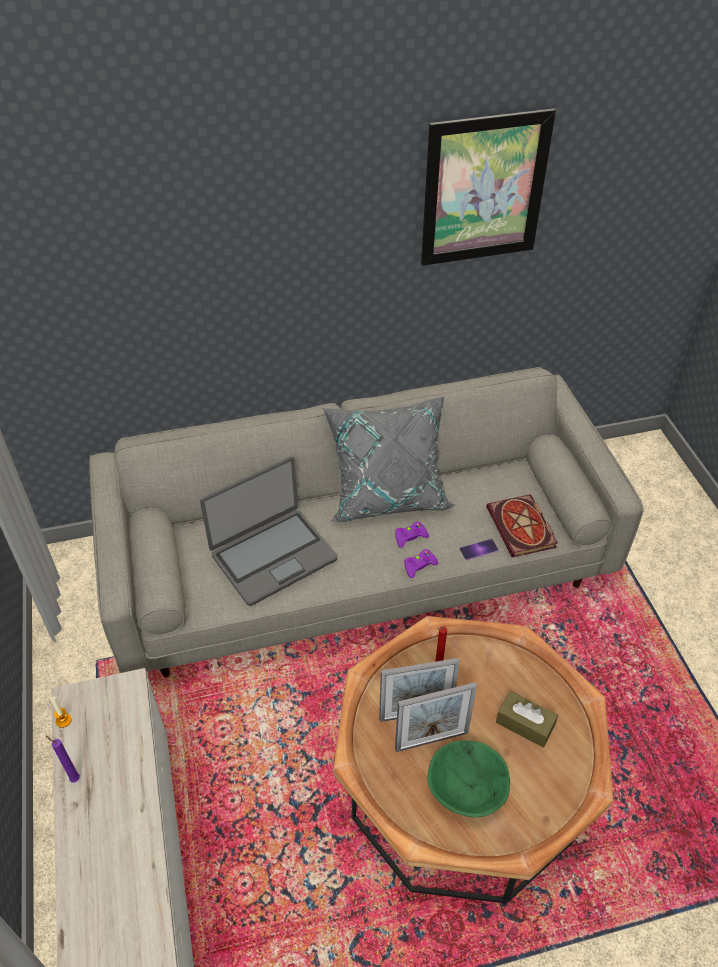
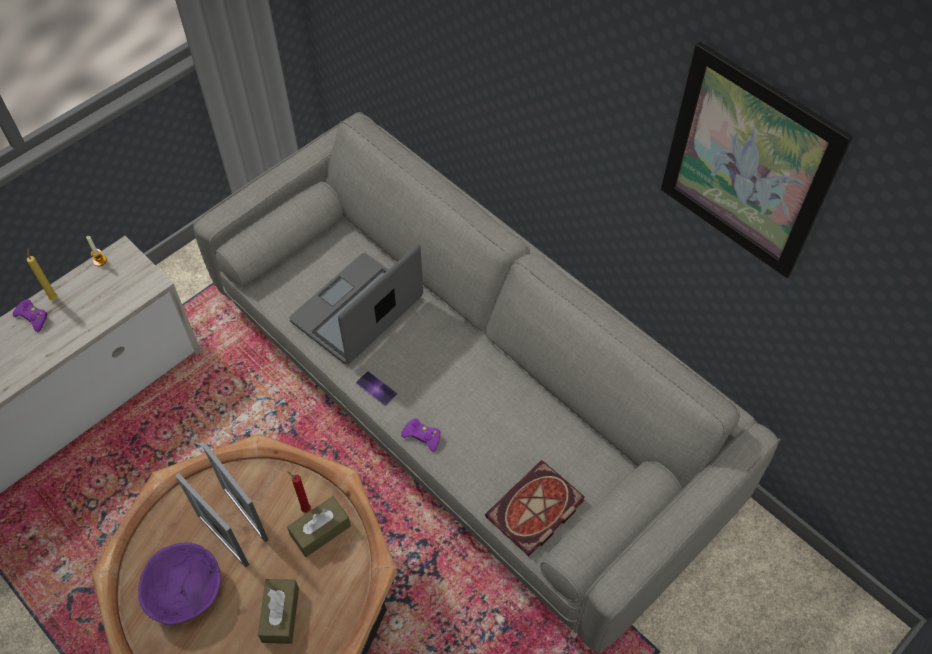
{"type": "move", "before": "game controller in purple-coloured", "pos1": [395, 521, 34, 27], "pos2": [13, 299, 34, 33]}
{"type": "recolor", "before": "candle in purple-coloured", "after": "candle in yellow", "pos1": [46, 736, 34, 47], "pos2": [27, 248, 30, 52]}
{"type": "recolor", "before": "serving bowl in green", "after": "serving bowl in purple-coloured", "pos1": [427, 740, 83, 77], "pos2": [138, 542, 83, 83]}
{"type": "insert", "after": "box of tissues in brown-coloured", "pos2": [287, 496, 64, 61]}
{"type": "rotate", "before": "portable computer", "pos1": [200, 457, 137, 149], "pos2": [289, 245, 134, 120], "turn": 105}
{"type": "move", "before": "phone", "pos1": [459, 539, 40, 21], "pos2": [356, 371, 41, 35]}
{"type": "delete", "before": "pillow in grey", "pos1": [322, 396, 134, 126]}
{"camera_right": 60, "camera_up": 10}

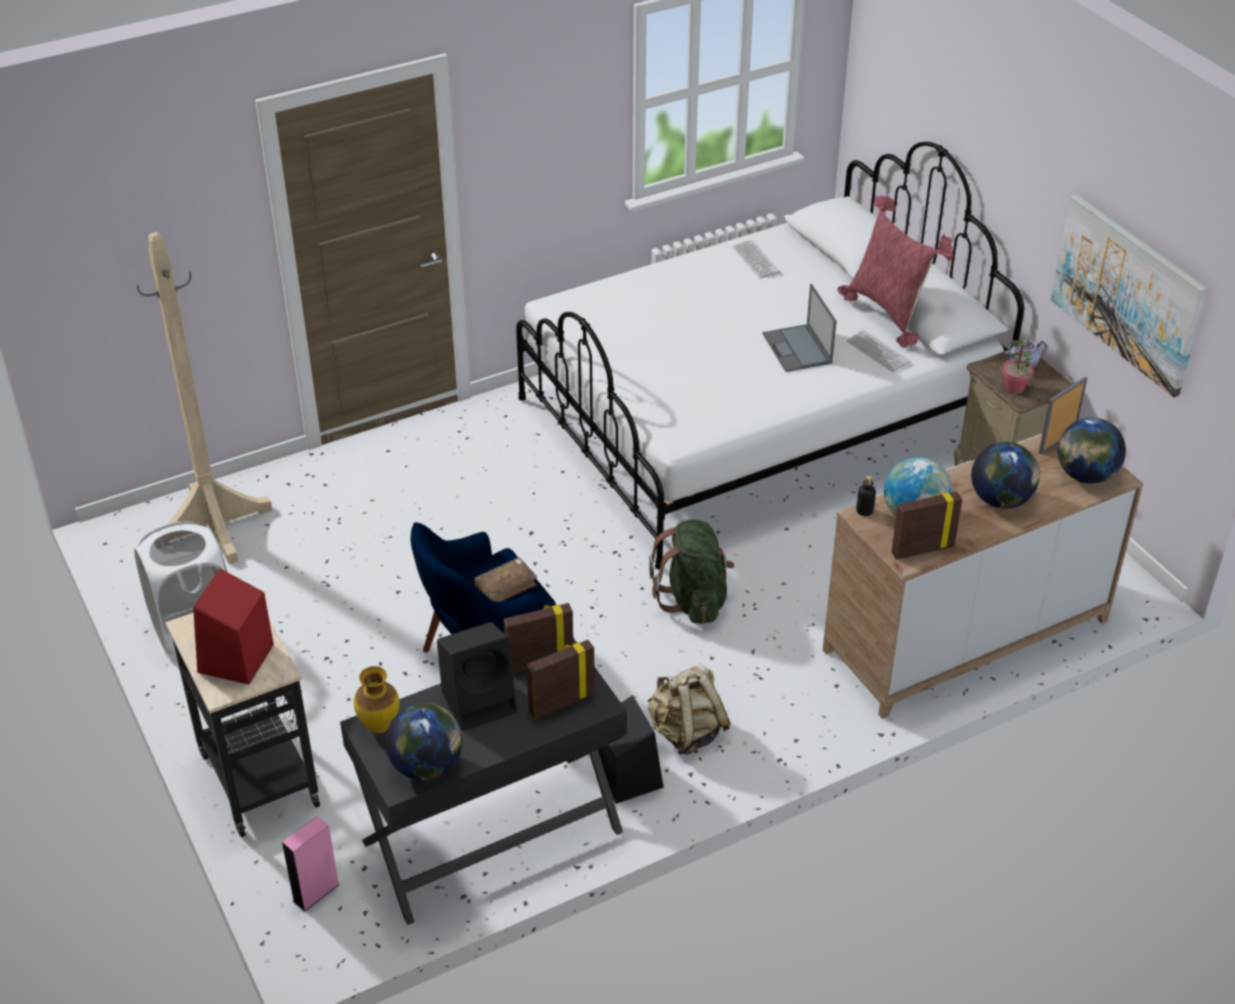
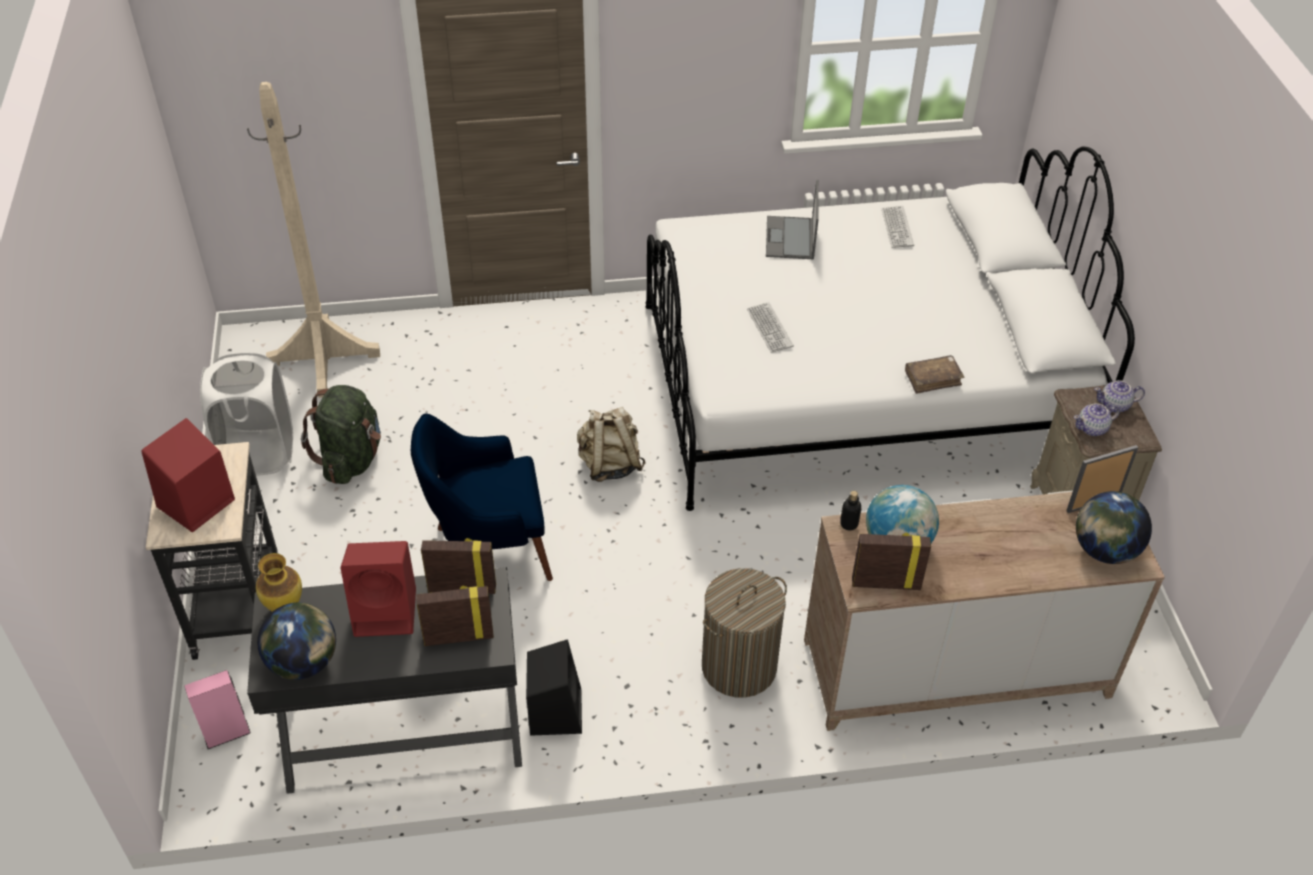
{"type": "move", "before": "rucksack in green", "pos1": [649, 520, 85, 104], "pos2": [301, 385, 80, 99]}
{"type": "recolor", "before": "speaker in black-coloured", "after": "speaker in red", "pos1": [437, 622, 80, 109], "pos2": [340, 541, 76, 96]}
{"type": "move", "before": "rucksack in beige-coloured", "pos1": [647, 663, 84, 92], "pos2": [577, 407, 68, 75]}
{"type": "insert", "after": "laundry basket", "pos2": [702, 568, 85, 130]}
{"type": "move", "before": "keyboard", "pos1": [846, 330, 64, 42], "pos2": [747, 302, 47, 51]}
{"type": "move", "before": "portable computer", "pos1": [762, 284, 75, 88], "pos2": [766, 180, 53, 79]}
{"type": "move", "before": "bound book in brown-coloured", "pos1": [474, 557, 63, 45], "pos2": [905, 355, 60, 39]}
{"type": "replace", "before": "houseplant", "after": "tea pot", "pos1": [1002, 339, 32, 55], "pos2": [1074, 403, 46, 33]}
{"type": "delete", "before": "pillow in red", "pos1": [837, 195, 117, 154]}
{"type": "delete", "before": "desk globe", "pos1": [971, 442, 69, 67]}
{"type": "delete", "before": "wall art", "pos1": [1051, 194, 156, 203]}
{"camera_right": 20, "camera_up": 5}

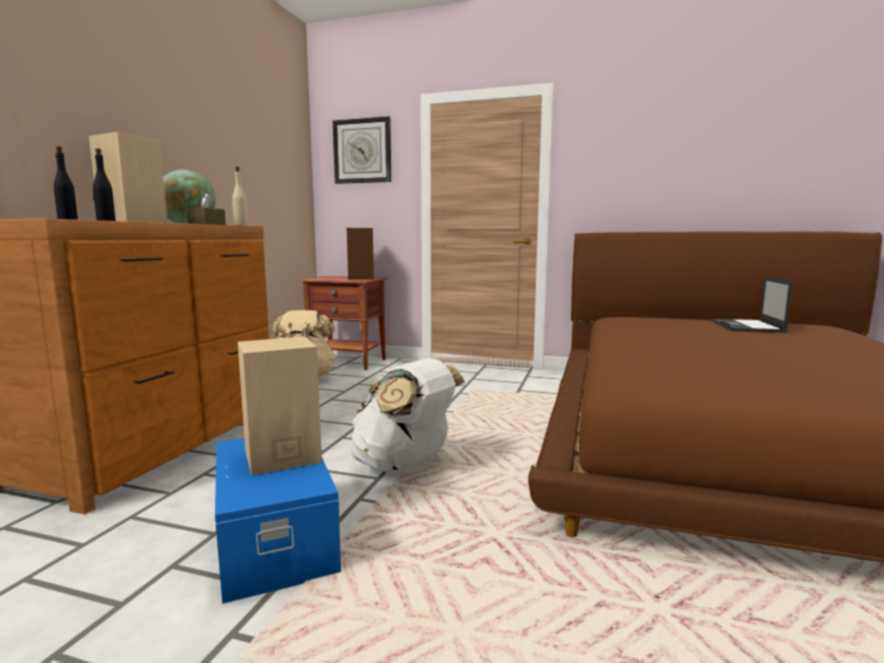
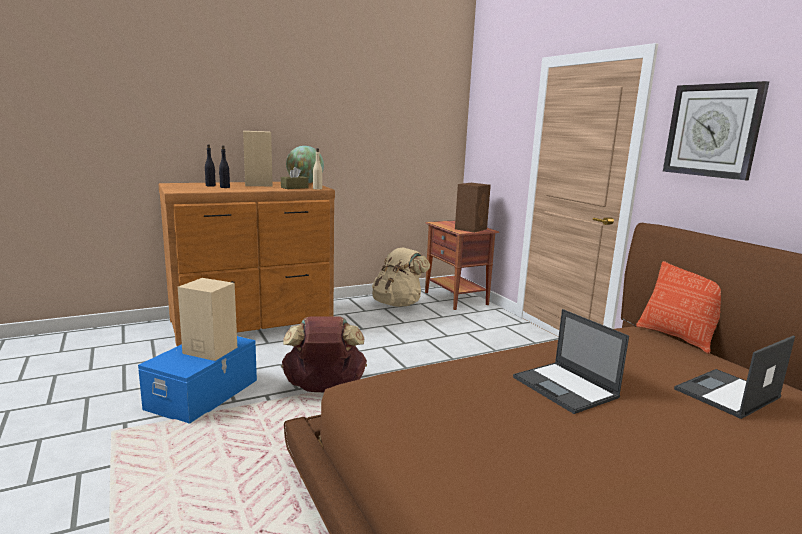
{"type": "recolor", "before": "rucksack in whitish", "after": "rucksack in brown-coloured", "pos1": [351, 358, 114, 115], "pos2": [281, 317, 86, 75]}
{"type": "insert", "after": "portable computer", "pos2": [513, 309, 116, 105]}
{"type": "insert", "after": "pillow in orange-coloured", "pos2": [636, 261, 85, 93]}
{"type": "move", "before": "clock on the wall", "pos1": [333, 116, 58, 68], "pos2": [663, 81, 106, 99]}
{"camera_right": 45, "camera_up": 5}

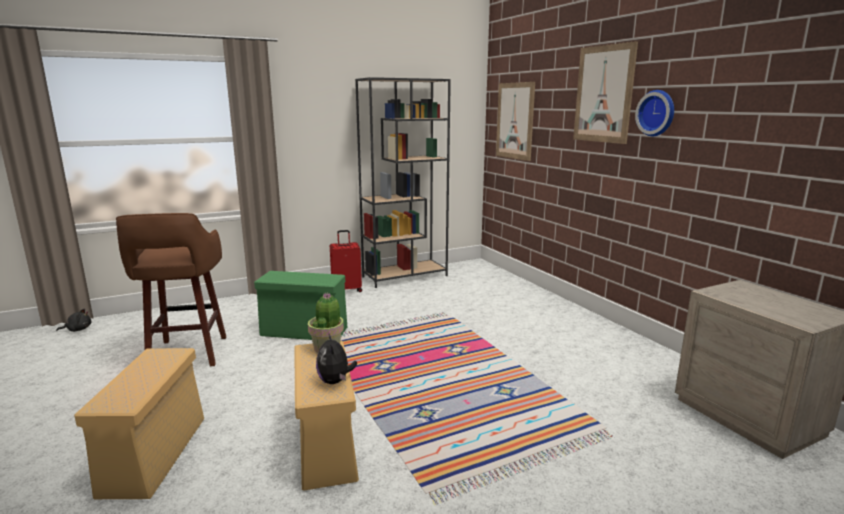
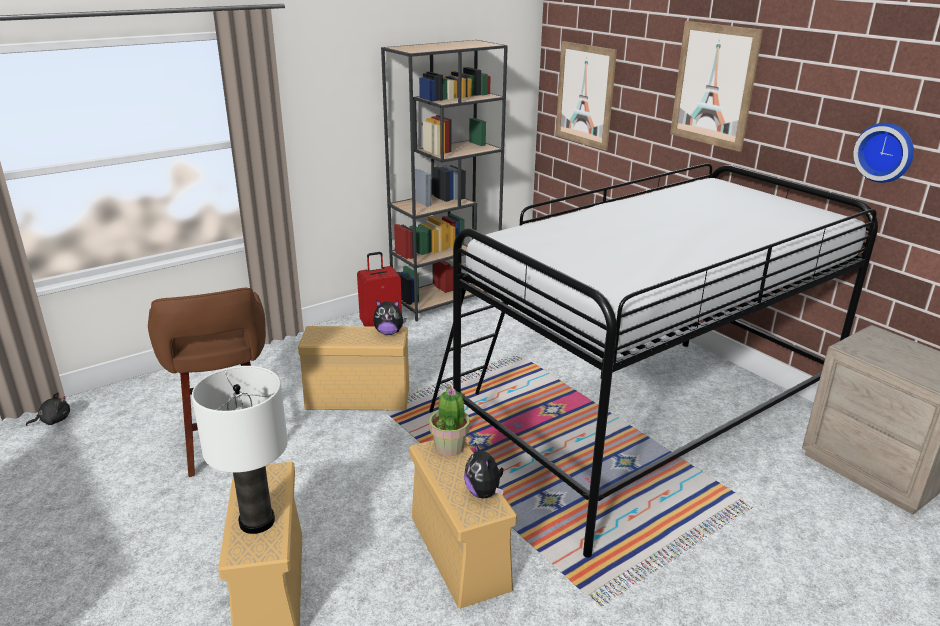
{"type": "insert", "after": "lamp for a table in whitish", "pos2": [192, 366, 96, 168]}
{"type": "recolor", "before": "storage box in green", "after": "storage box in beige-coloured", "pos1": [254, 271, 93, 69], "pos2": [298, 326, 111, 84]}
{"type": "insert", "after": "plush toy", "pos2": [373, 300, 33, 35]}
{"type": "insert", "after": "sleeping bed in black-coloured", "pos2": [429, 164, 449, 394]}
{"type": "move", "before": "clock on the wall", "pos1": [635, 90, 39, 46], "pos2": [853, 123, 61, 60]}
{"camera_right": -10, "camera_up": 10}

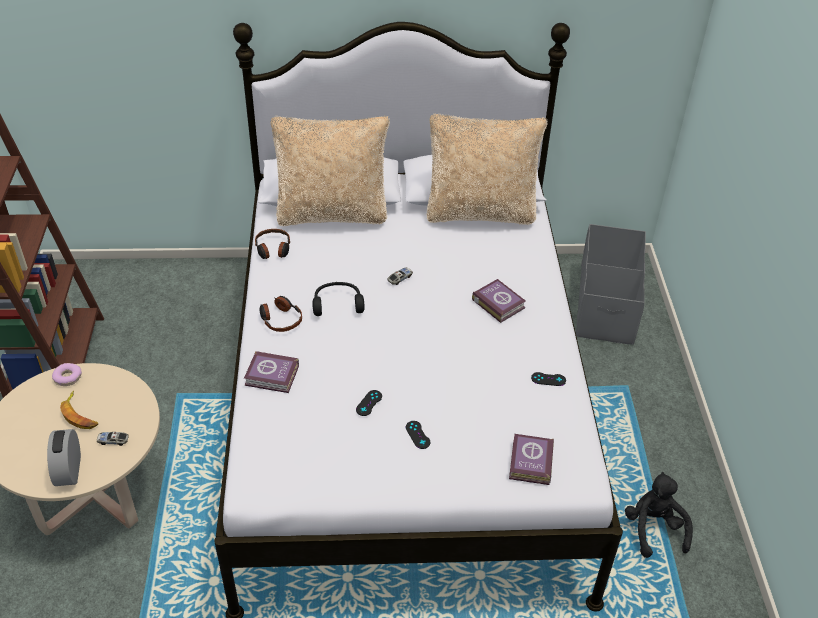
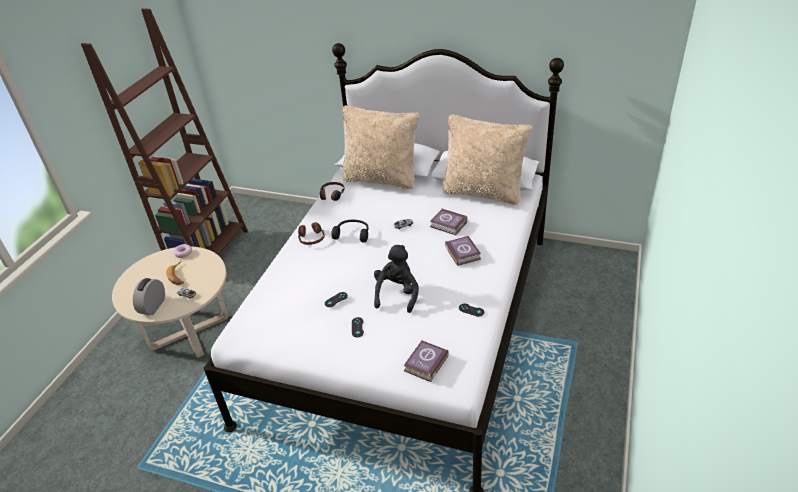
{"type": "move", "before": "plush toy in black-coloured", "pos1": [625, 472, 68, 86], "pos2": [374, 245, 45, 68]}
{"type": "move", "before": "bound book", "pos1": [244, 351, 55, 42], "pos2": [430, 208, 37, 27]}
{"type": "delete", "before": "storage box in grey", "pos1": [576, 224, 70, 121]}
{"camera_right": 25, "camera_up": -5}

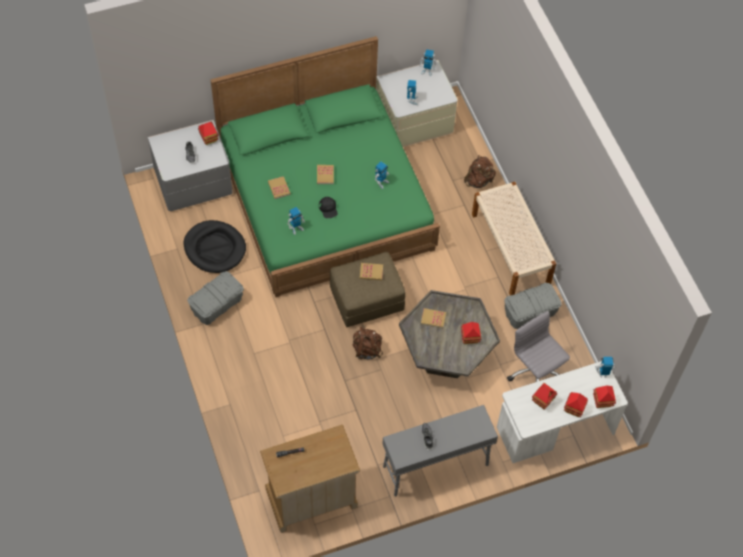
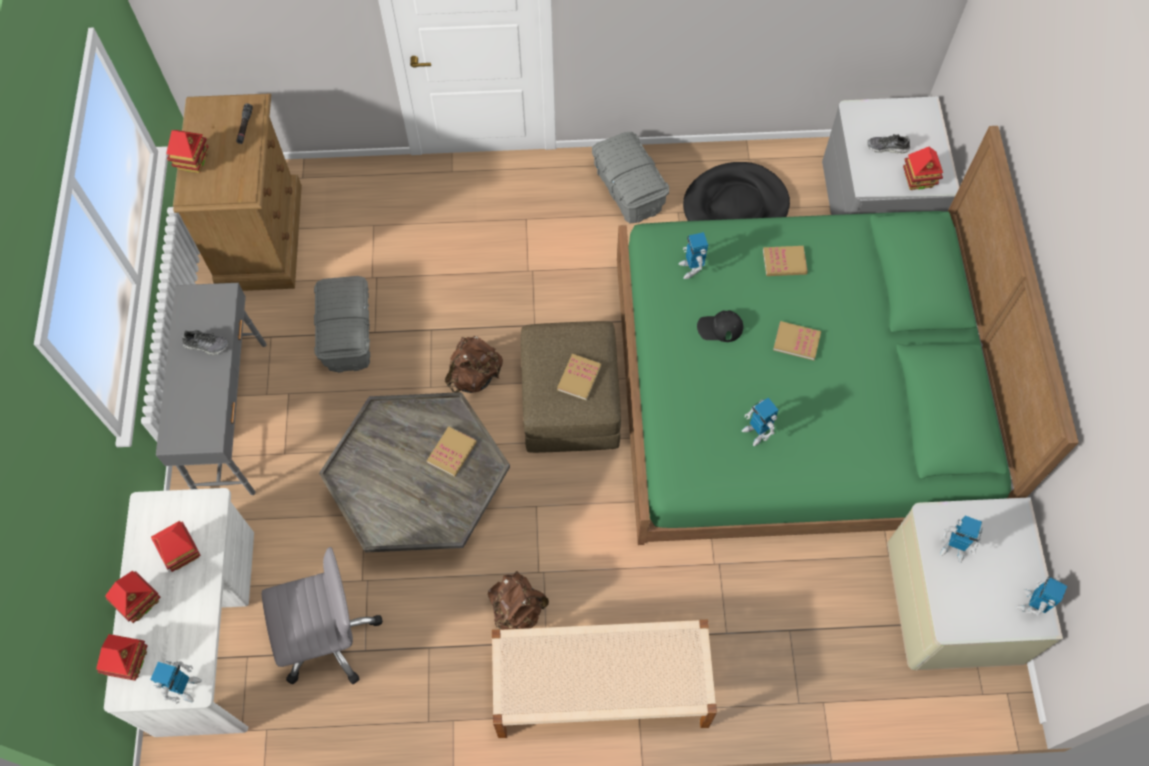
{"type": "move", "before": "toy house", "pos1": [461, 322, 20, 22], "pos2": [166, 130, 43, 43]}
{"type": "move", "before": "storage box in grey", "pos1": [504, 283, 58, 46], "pos2": [314, 276, 56, 97]}
{"type": "move", "before": "rucksack in brown-coloured", "pos1": [464, 155, 32, 33], "pos2": [488, 571, 61, 59]}
{"camera_right": 110, "camera_up": 5}

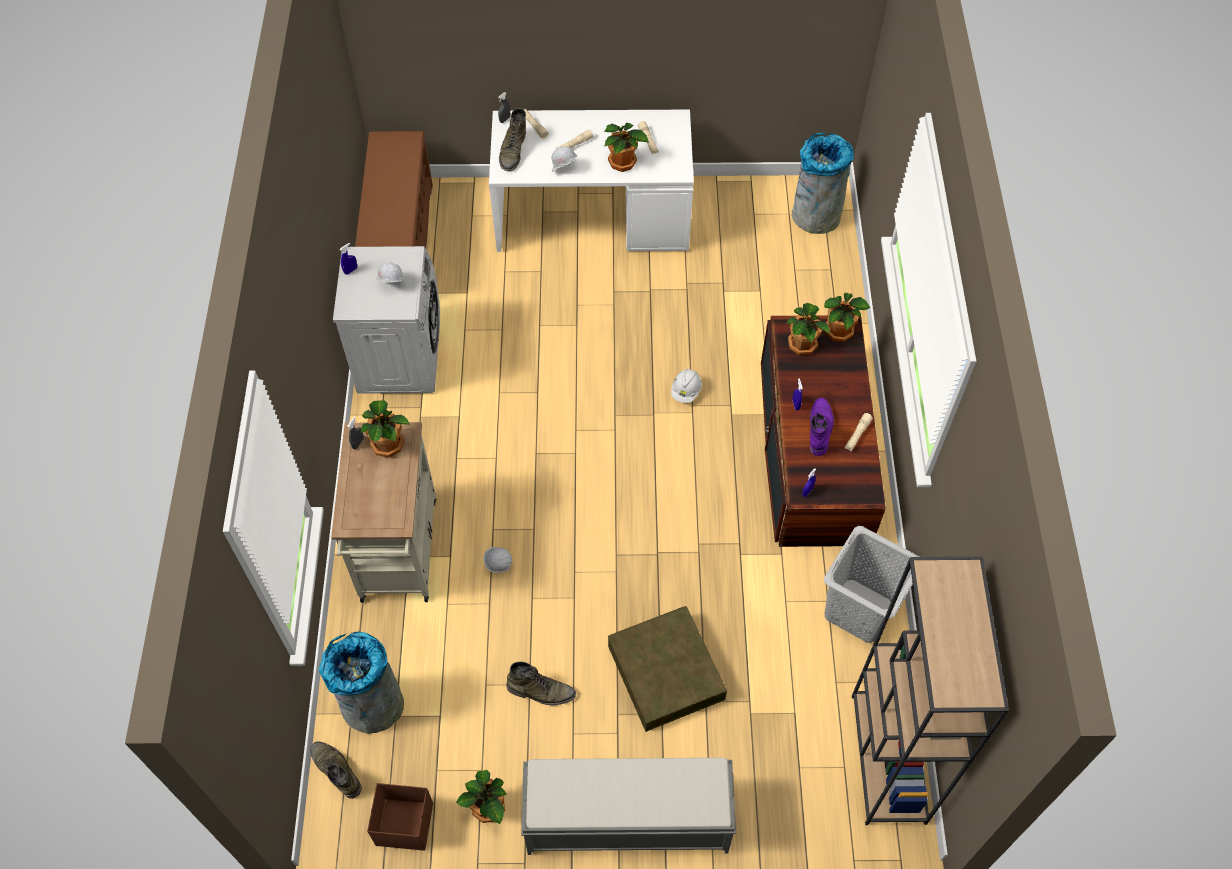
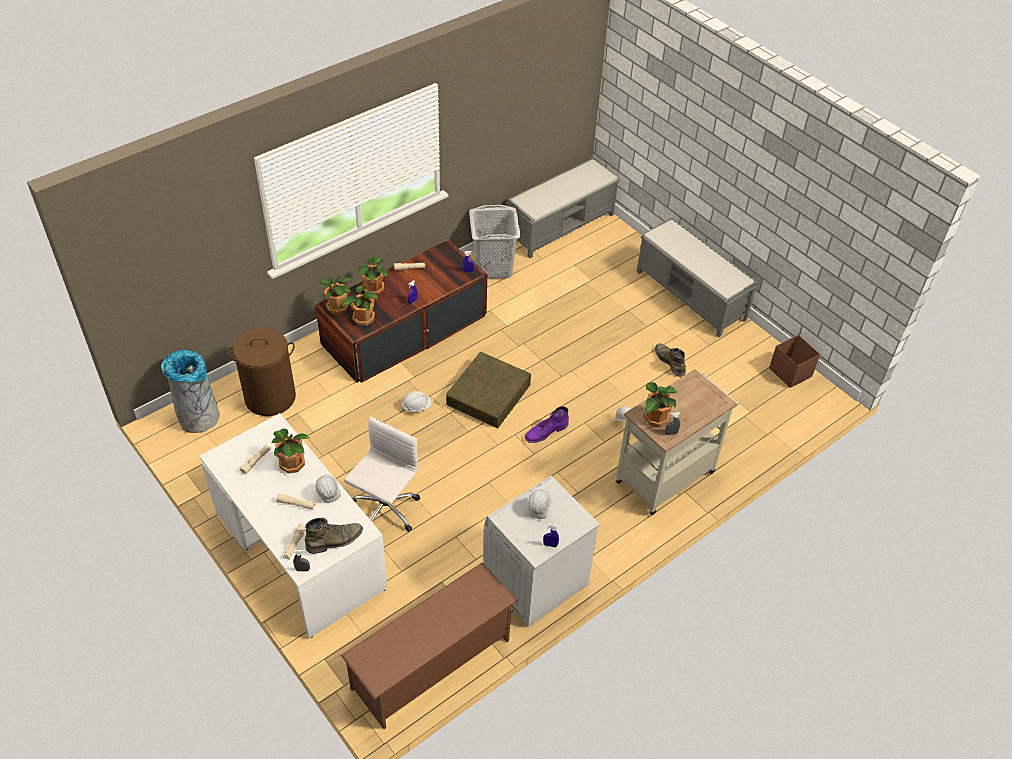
{"type": "insert", "after": "laundry basket in brown-coloured", "pos2": [227, 328, 69, 88]}
{"type": "insert", "after": "computer chair in whitish", "pos2": [344, 417, 76, 115]}
{"type": "move", "before": "houseplant", "pos1": [456, 770, 51, 54], "pos2": [358, 257, 29, 39]}
{"type": "move", "before": "storage box in brown-coloured", "pos1": [608, 606, 119, 126], "pos2": [446, 352, 85, 77]}
{"type": "replace", "before": "bookshelf", "after": "long seat in grey", "pos1": [852, 557, 157, 268], "pos2": [506, 158, 114, 100]}
{"type": "move", "before": "high-top boot in purple-coloured", "pos1": [810, 398, 24, 58], "pos2": [525, 406, 44, 37]}
{"type": "delete", "before": "high-top boot in green", "pos1": [310, 742, 52, 57]}
{"type": "delete", "before": "rubbish bin in grey", "pos1": [319, 632, 85, 102]}
{"camera_right": -130, "camera_up": -10}

